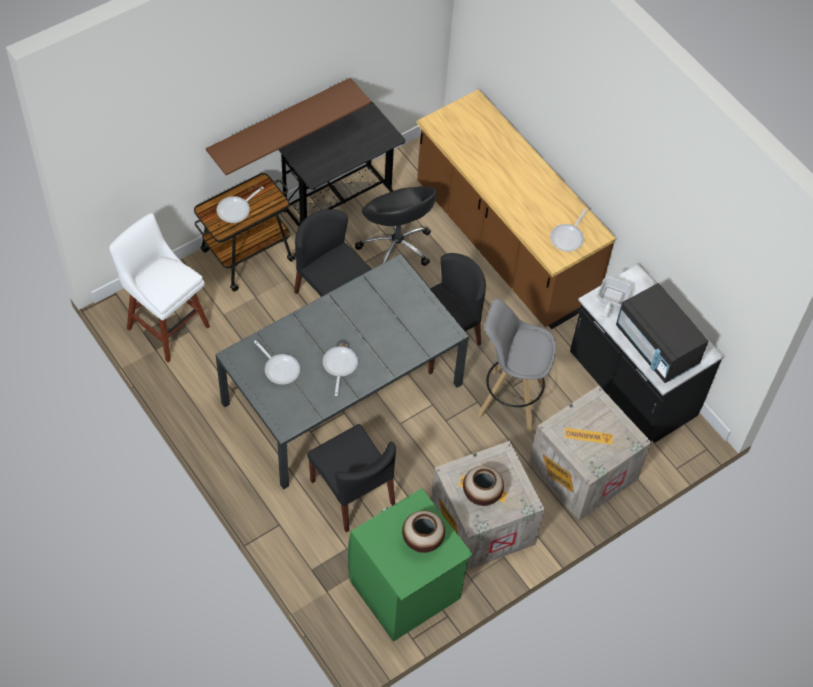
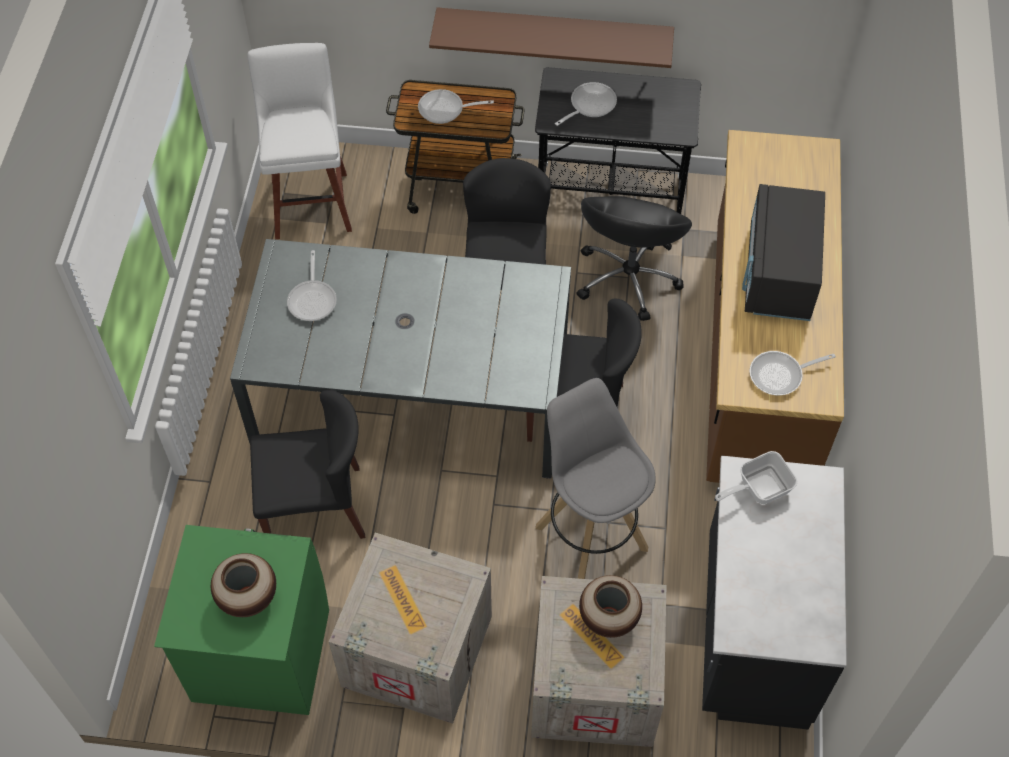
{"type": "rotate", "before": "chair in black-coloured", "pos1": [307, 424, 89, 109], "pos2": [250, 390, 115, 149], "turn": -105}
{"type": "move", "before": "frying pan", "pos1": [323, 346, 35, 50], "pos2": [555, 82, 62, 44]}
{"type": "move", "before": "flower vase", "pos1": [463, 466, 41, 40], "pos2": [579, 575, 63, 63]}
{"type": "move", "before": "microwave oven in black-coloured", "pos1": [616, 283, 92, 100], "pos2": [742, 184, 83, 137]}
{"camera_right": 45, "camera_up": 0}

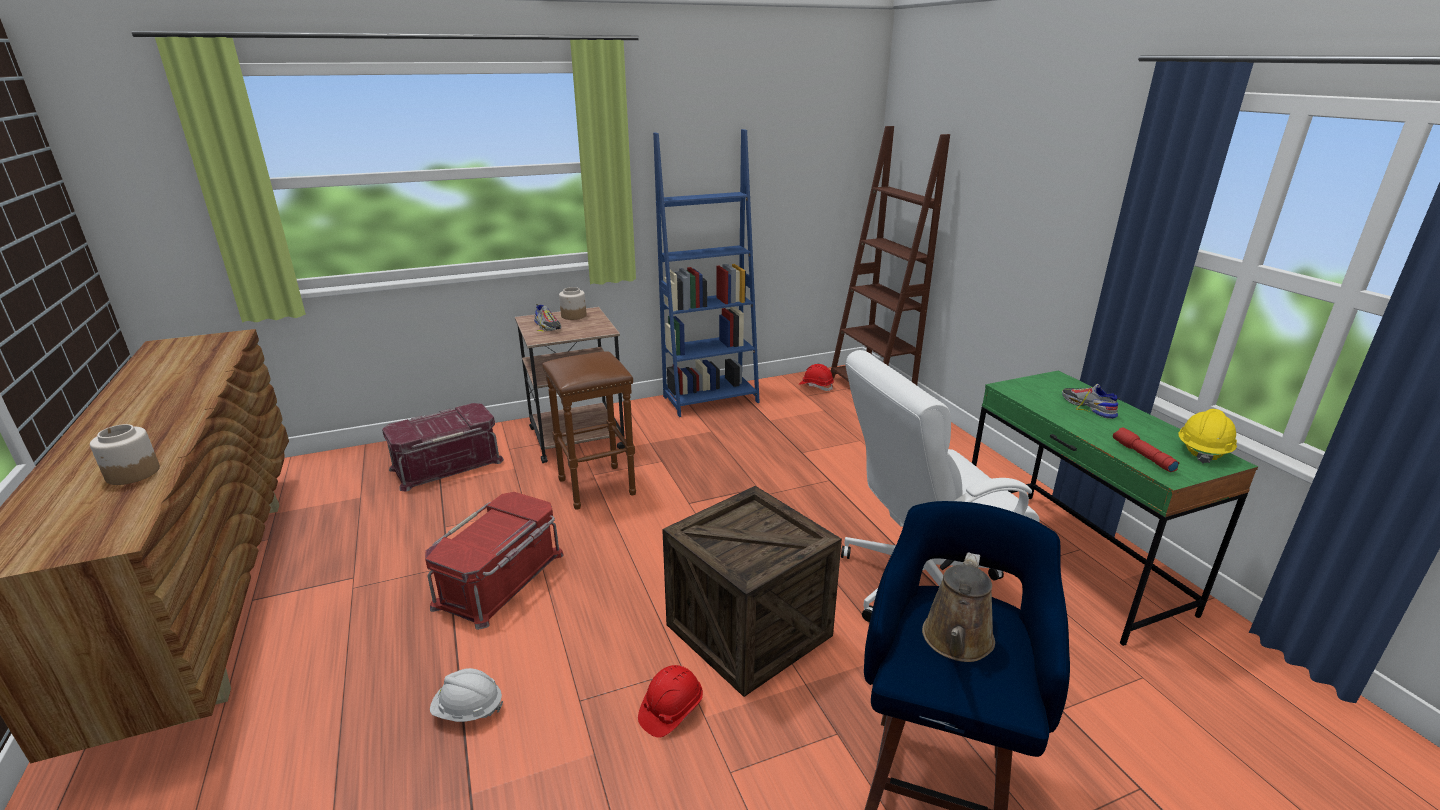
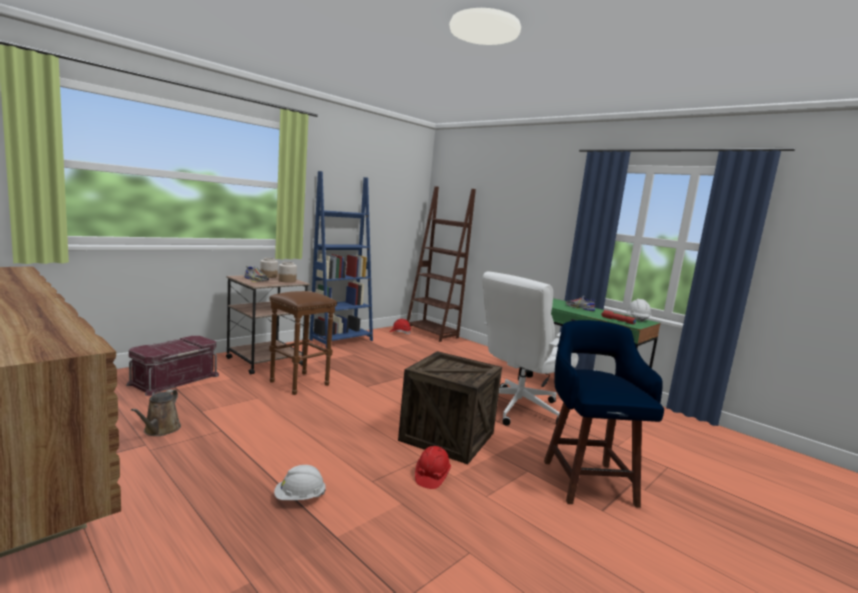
{"type": "move", "before": "watering pot in brown-coloured", "pos1": [922, 552, 73, 110], "pos2": [131, 389, 50, 47]}
{"type": "move", "before": "jar", "pos1": [90, 424, 70, 61], "pos2": [278, 262, 19, 21]}
{"type": "recolor", "before": "work helmet in yellow", "after": "work helmet in whitish", "pos1": [1178, 409, 59, 55], "pos2": [626, 299, 26, 23]}
{"type": "delete", "before": "storage box in red", "pos1": [425, 492, 139, 138]}
{"camera_right": -25, "camera_up": -15}

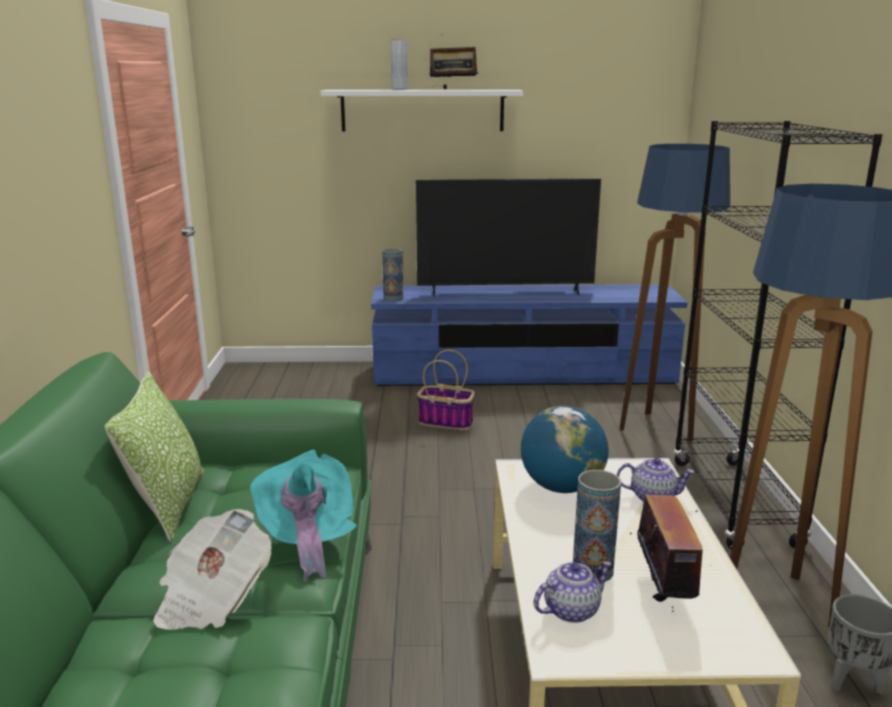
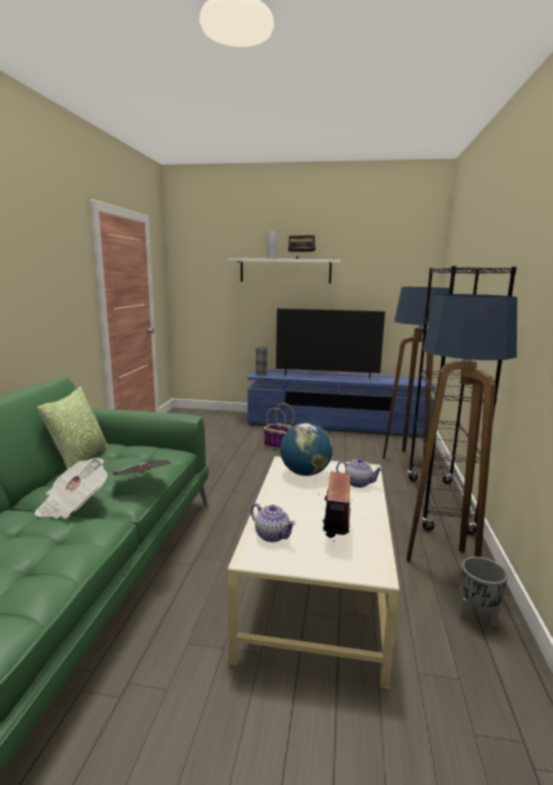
{"type": "replace", "before": "wearable hat in blue-green", "after": "newspaper", "pos1": [250, 450, 107, 132], "pos2": [112, 460, 58, 16]}
{"type": "rotate", "before": "tea pot", "pos1": [534, 561, 78, 62], "pos2": [251, 503, 45, 39], "turn": 60}
{"type": "delete", "before": "flower vase", "pos1": [573, 470, 48, 112]}
{"camera_right": 10, "camera_up": -5}

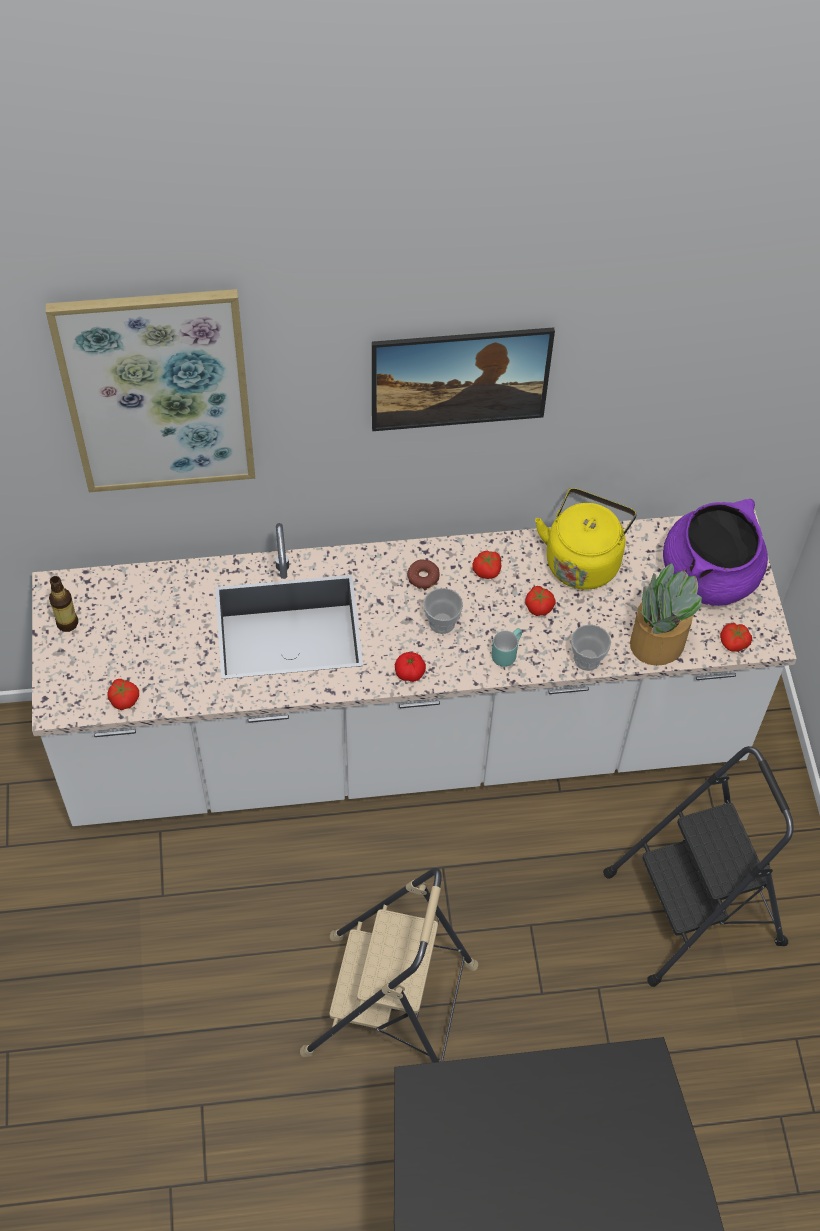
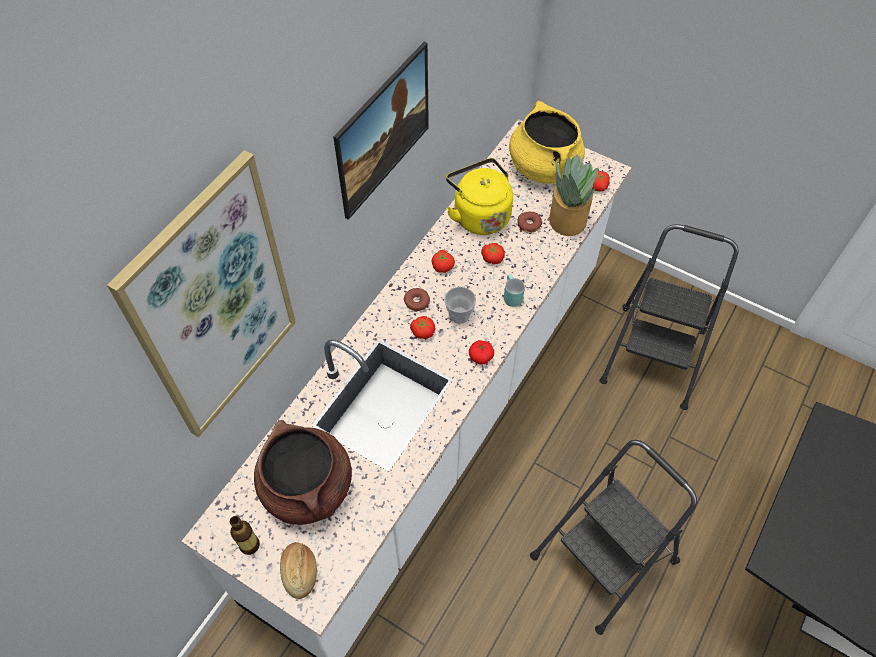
{"type": "insert", "after": "saucepot in brown-coloured", "pos2": [254, 420, 98, 105]}
{"type": "insert", "after": "baked bread", "pos2": [280, 542, 37, 57]}
{"type": "move", "before": "tomato", "pos1": [107, 679, 32, 31], "pos2": [410, 316, 26, 23]}
{"type": "recolor", "before": "saucepot in purple-coloured", "after": "saucepot in yellow", "pos1": [663, 499, 105, 107], "pos2": [509, 101, 76, 82]}
{"type": "insert", "after": "doughnut", "pos2": [517, 212, 25, 21]}
{"type": "recolor", "before": "step ladder in beige-coloured", "after": "step ladder in black-coloured", "pos1": [300, 868, 178, 195], "pos2": [530, 440, 167, 195]}
{"type": "delete", "before": "small cup", "pos1": [571, 624, 40, 47]}
{"camera_right": -50, "camera_up": 0}

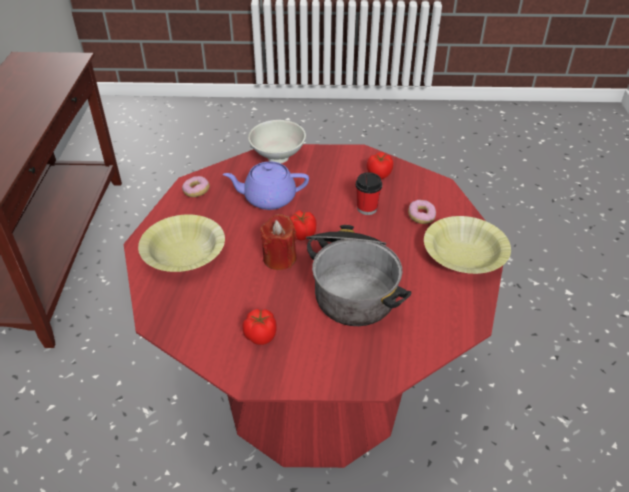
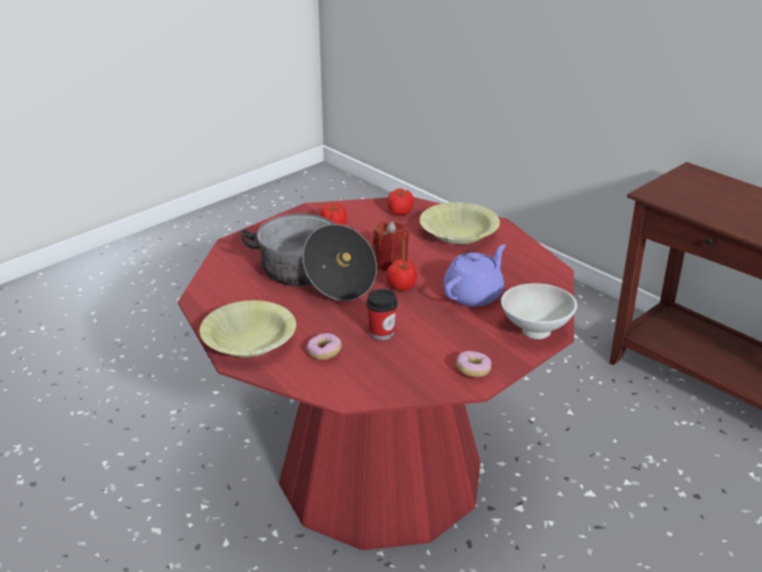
{"type": "move", "before": "tomato", "pos1": [366, 152, 27, 27], "pos2": [387, 188, 27, 27]}
{"type": "move", "before": "doughnut", "pos1": [182, 176, 28, 21], "pos2": [456, 351, 36, 26]}
{"camera_right": 135, "camera_up": -10}

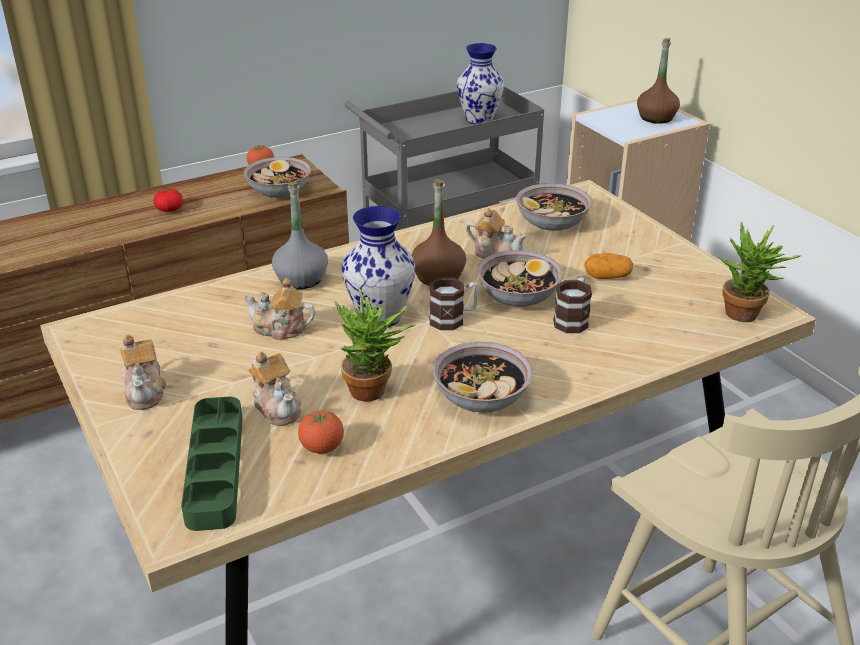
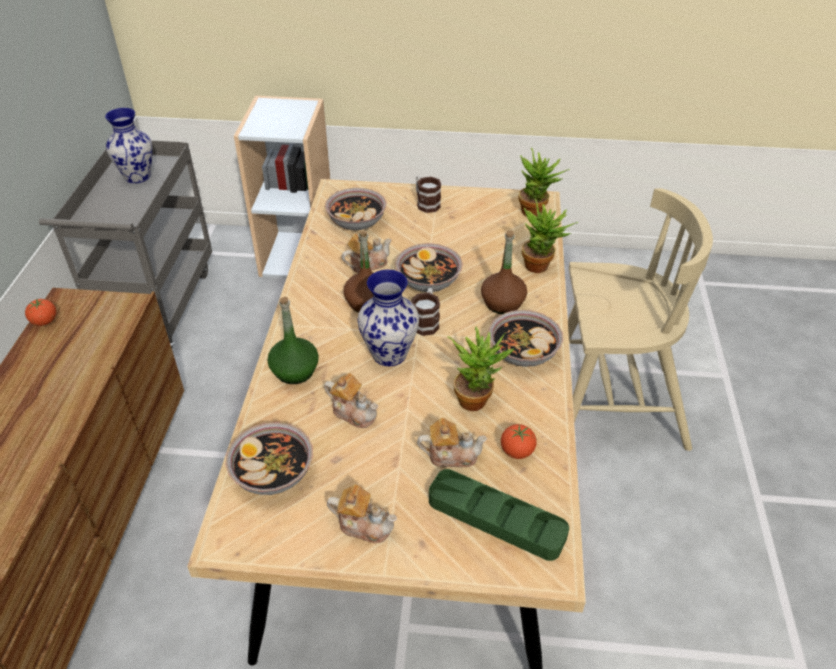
{"type": "move", "before": "serving bowl", "pos1": [244, 157, 67, 41], "pos2": [226, 422, 87, 73]}
{"type": "recolor", "before": "drink bottle in grey", "after": "drink bottle in green", "pos1": [272, 182, 56, 107], "pos2": [267, 297, 52, 87]}
{"type": "rotate", "before": "tea pot", "pos1": [244, 277, 72, 63], "pos2": [324, 373, 54, 55], "turn": -105}
{"type": "move", "before": "mug", "pos1": [553, 277, 39, 56], "pos2": [416, 176, 25, 37]}
{"type": "move", "before": "drink bottle in brown-coloured", "pos1": [637, 38, 43, 86], "pos2": [481, 230, 46, 84]}
{"type": "insert", "after": "houseplant", "pos2": [522, 198, 56, 75]}
{"type": "delete", "before": "tomato", "pos1": [154, 189, 29, 23]}
{"type": "delete", "before": "whole potato", "pos1": [584, 253, 49, 26]}
{"camera_right": -55, "camera_up": 10}

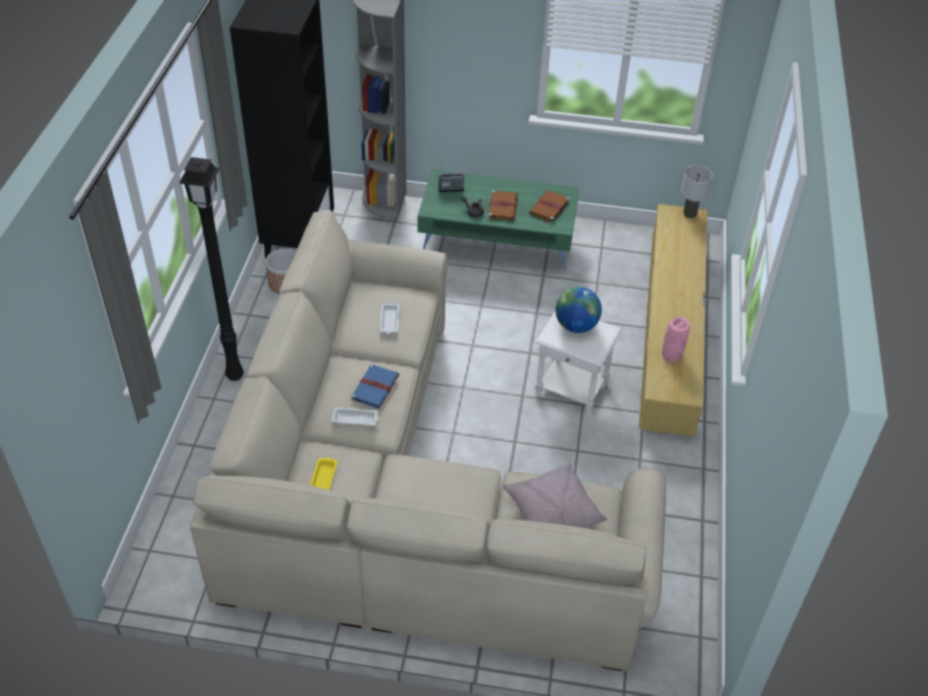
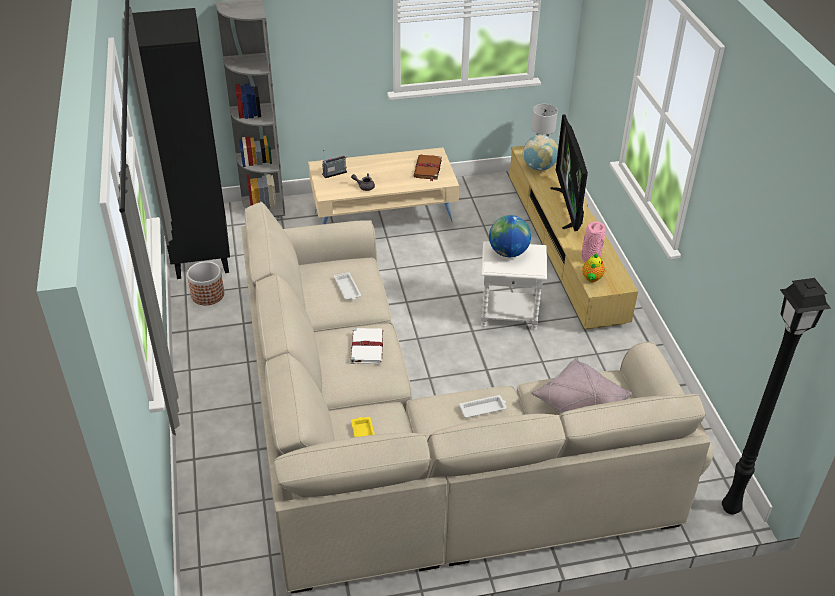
{"type": "recolor", "before": "low table in green", "after": "low table in beige-coloured", "pos1": [418, 169, 161, 102], "pos2": [308, 148, 151, 76]}
{"type": "recolor", "before": "bound book in blue", "after": "bound book in whitish", "pos1": [351, 364, 48, 45], "pos2": [351, 328, 32, 36]}
{"type": "move", "before": "tray in whitish", "pos1": [331, 407, 48, 19], "pos2": [459, 395, 48, 23]}
{"type": "insert", "after": "desk globe", "pos2": [522, 134, 36, 37]}
{"type": "insert", "after": "television", "pos2": [550, 115, 38, 116]}
{"type": "insert", "after": "tea pot", "pos2": [582, 254, 23, 28]}
{"type": "move", "before": "standing lamp in black-coloured", "pos1": [179, 157, 65, 224], "pos2": [722, 278, 109, 237]}
{"type": "delete", "before": "bound book in brown-coloured", "pos1": [488, 190, 30, 31]}
{"camera_right": -20, "camera_up": -5}

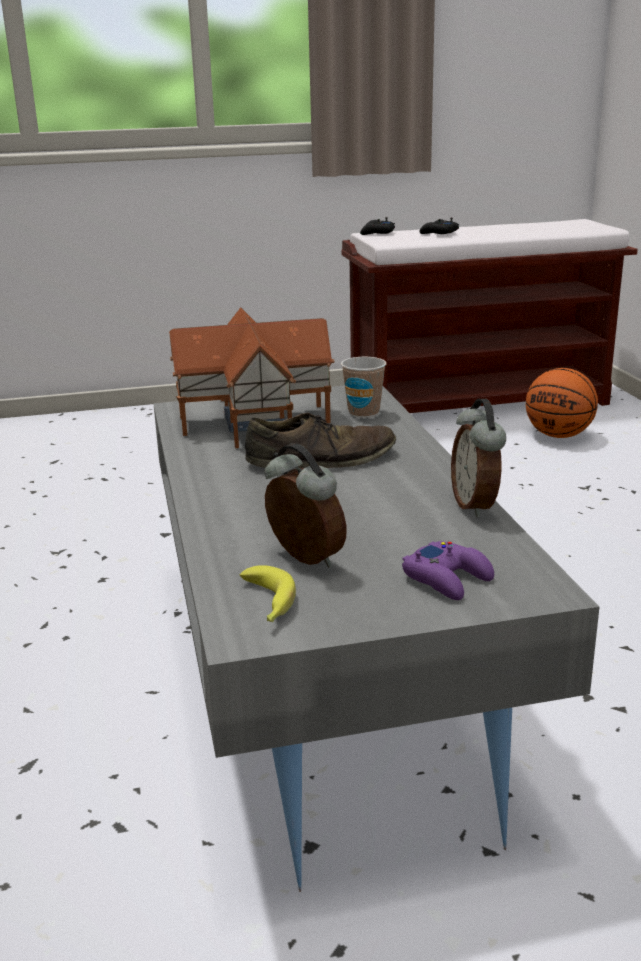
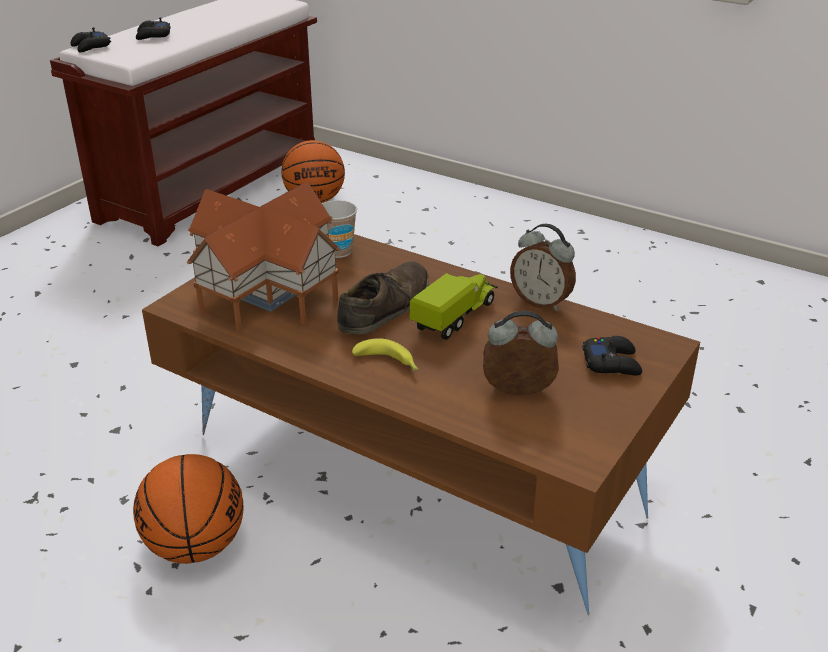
{"type": "insert", "after": "basketball", "pos2": [133, 454, 111, 110]}
{"type": "recolor", "before": "low table in grey", "after": "low table in brown-coloured", "pos1": [153, 386, 446, 506], "pos2": [142, 234, 558, 381]}
{"type": "move", "before": "banana", "pos1": [240, 565, 56, 57], "pos2": [352, 338, 66, 33]}
{"type": "insert", "after": "model truck", "pos2": [410, 273, 88, 67]}
{"type": "recolor", "before": "game controller in purple-coloured", "after": "game controller in black-coloured", "pos1": [402, 541, 92, 59], "pos2": [582, 336, 60, 39]}
{"camera_right": -45, "camera_up": 10}

